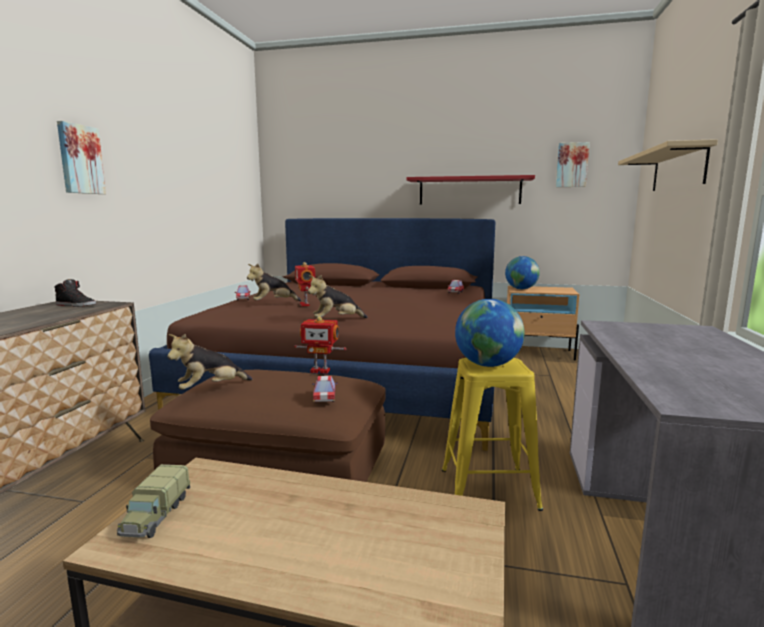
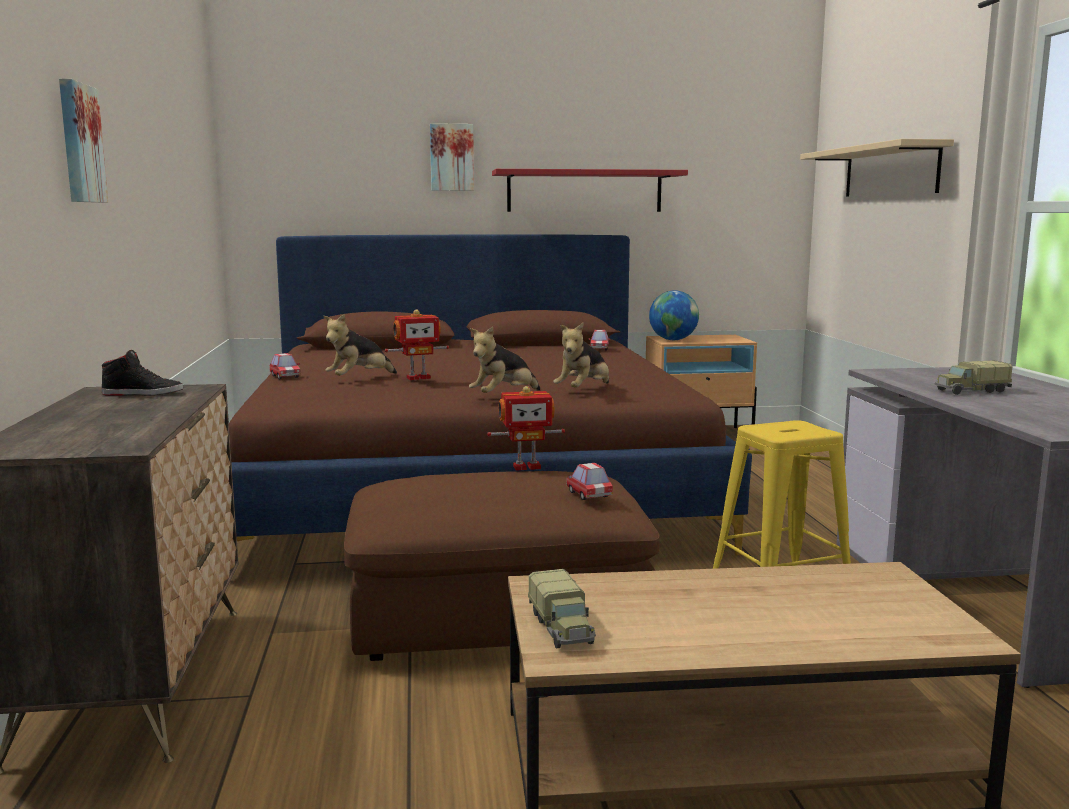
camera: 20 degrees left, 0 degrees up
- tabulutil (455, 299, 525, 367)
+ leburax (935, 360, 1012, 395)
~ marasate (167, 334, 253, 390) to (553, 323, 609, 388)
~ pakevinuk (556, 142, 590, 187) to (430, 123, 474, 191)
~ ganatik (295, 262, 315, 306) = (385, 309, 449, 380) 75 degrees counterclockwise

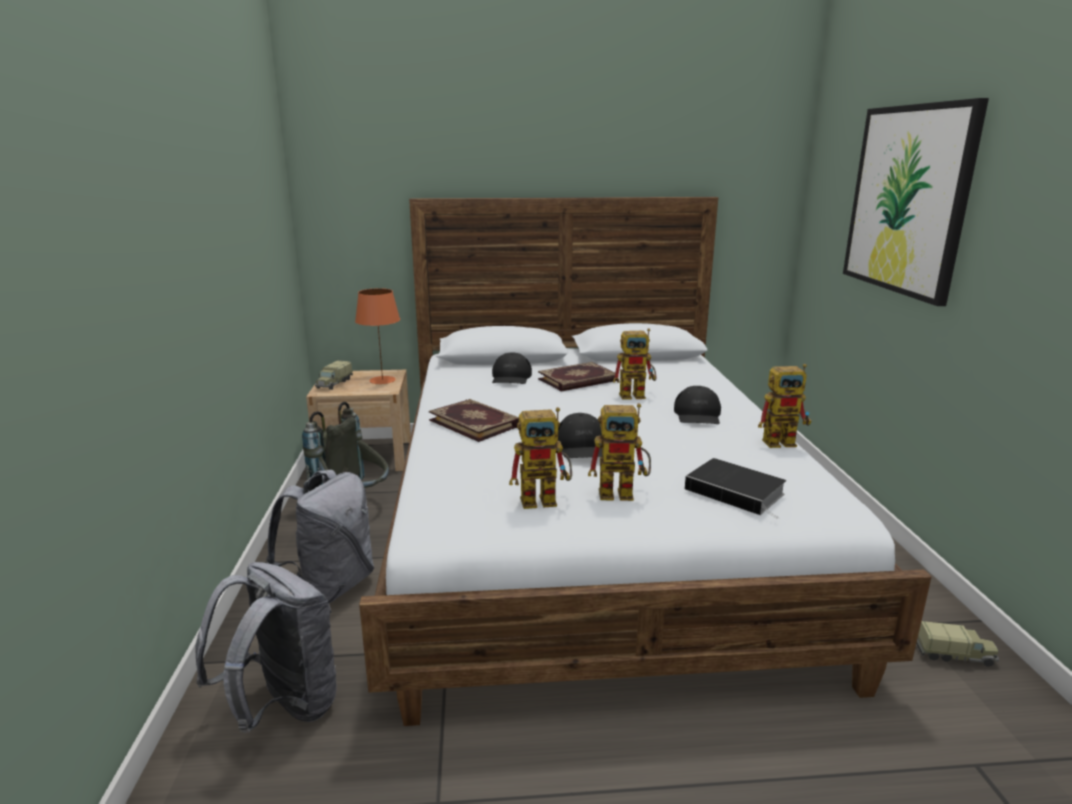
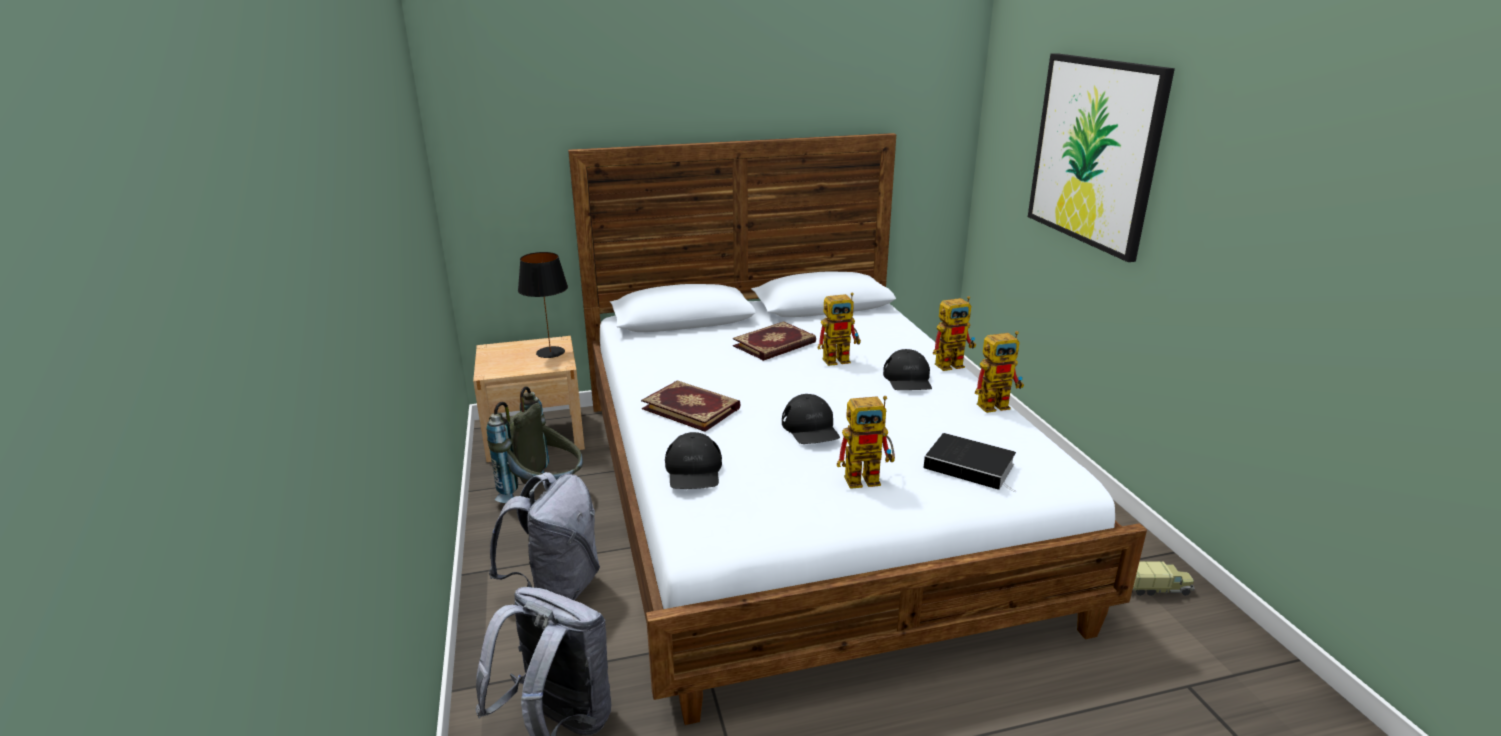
camera: 10 degrees left, 5 degrees up
- leburax (315, 360, 353, 390)
~ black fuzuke (492, 353, 532, 384) to (665, 432, 722, 489)
~ ganatik (509, 407, 572, 509) to (933, 296, 976, 371)
~ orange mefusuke (355, 288, 400, 384) to black mefusuke (518, 252, 568, 358)

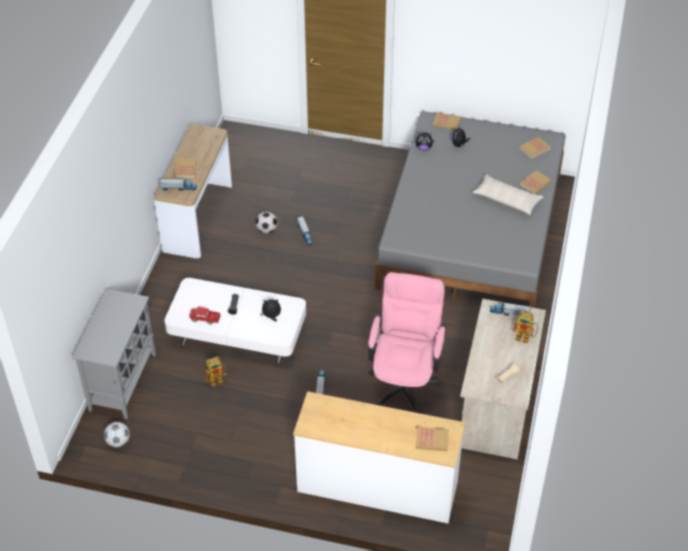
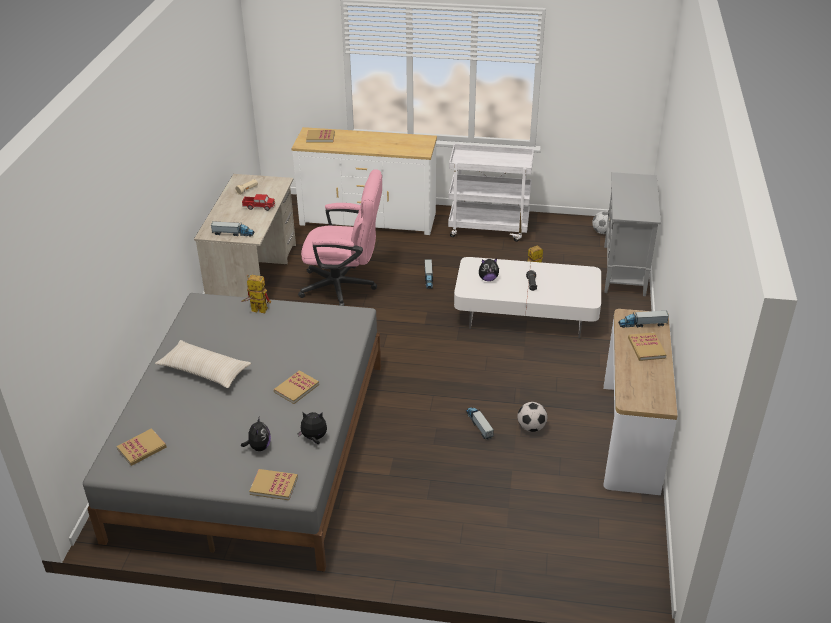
camera: 175 degrees right, 10 degrees down
+ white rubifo (448, 143, 534, 242)
~ leburax (189, 307, 221, 324) to (242, 194, 275, 211)
~ ganatik (512, 311, 538, 343) to (241, 275, 271, 313)
~ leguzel (520, 171, 551, 194) to (274, 370, 319, 404)
~ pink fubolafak (368, 272, 447, 414) = (298, 169, 382, 306) 90 degrees counterclockwise

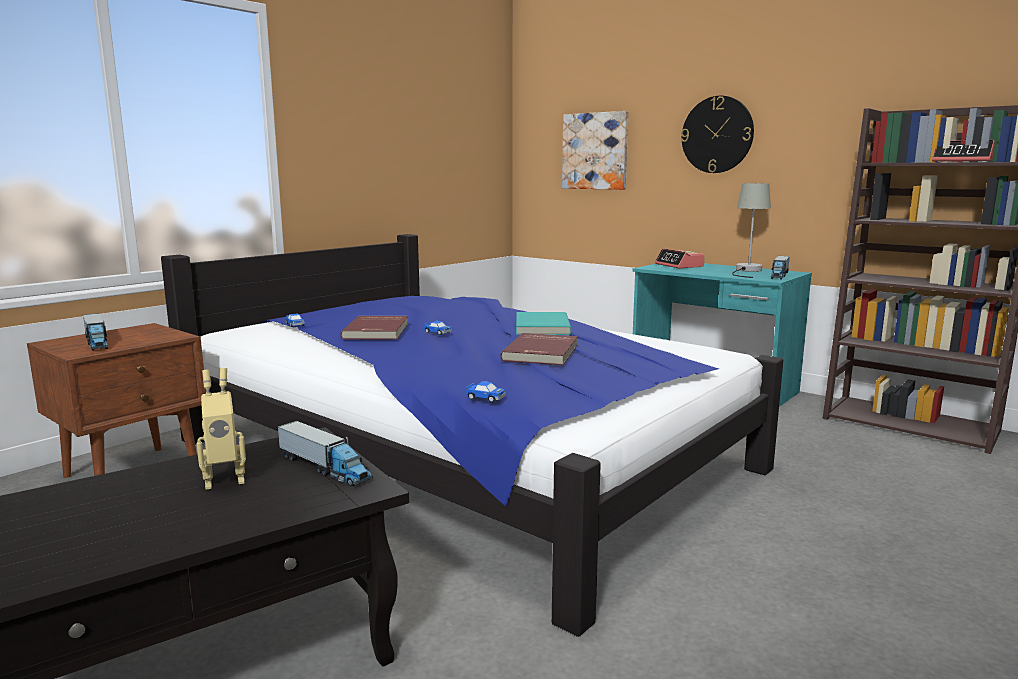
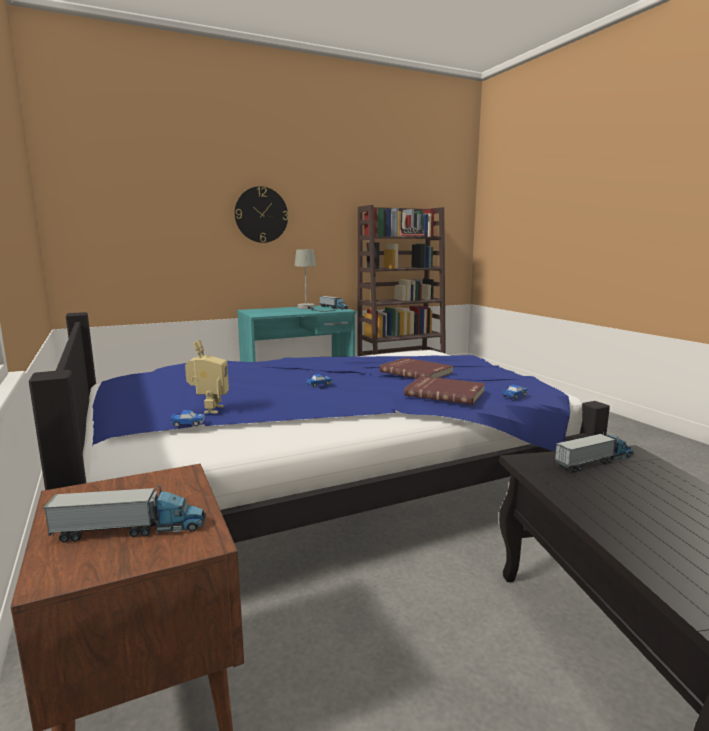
camera: 65 degrees left, 0 degrees up
- turquoise leguzel (516, 312, 572, 335)
- pakevinuk (562, 111, 629, 190)
- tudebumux (655, 248, 705, 269)
~ ganatik (197, 368, 246, 489) to (185, 340, 229, 414)
~ red leguzel (341, 316, 408, 340) to (404, 376, 485, 405)

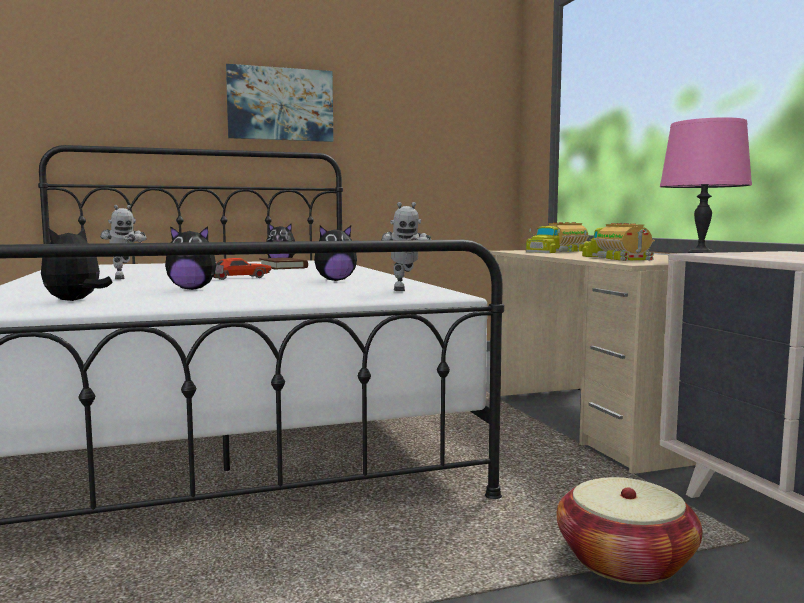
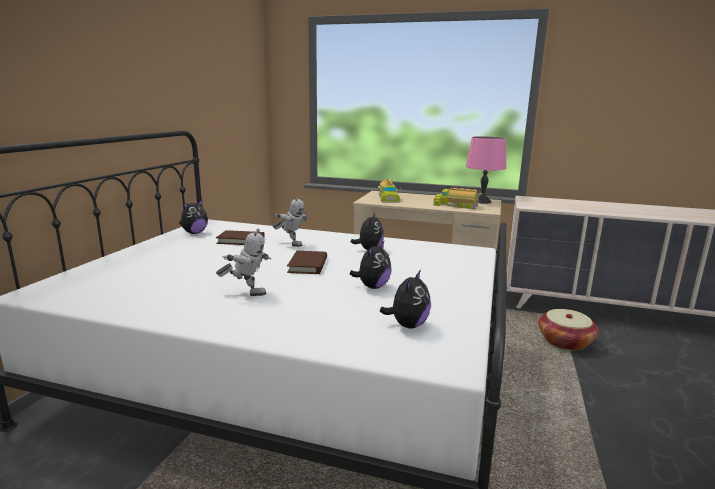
camera: 55 degrees left, 10 degrees up
- pakevinuk (226, 64, 333, 142)
~ ganatik (381, 202, 432, 291) to (273, 196, 308, 247)
~ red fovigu (213, 258, 271, 280) to brown leguzel (287, 251, 327, 274)
~ marasate (41, 228, 113, 301) = (380, 270, 431, 329) 120 degrees counterclockwise

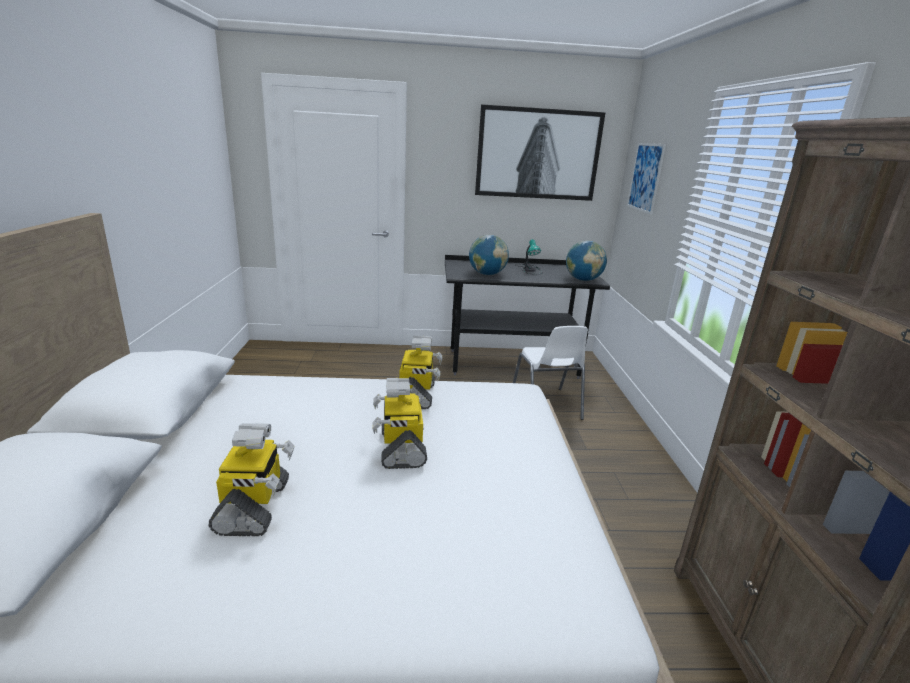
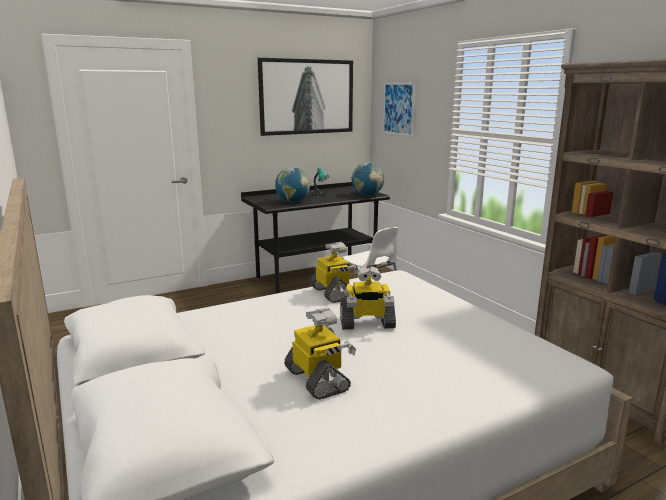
camera: 25 degrees left, 5 degrees down
~ ganatik (372, 378, 427, 469) = (340, 266, 396, 330) 60 degrees counterclockwise

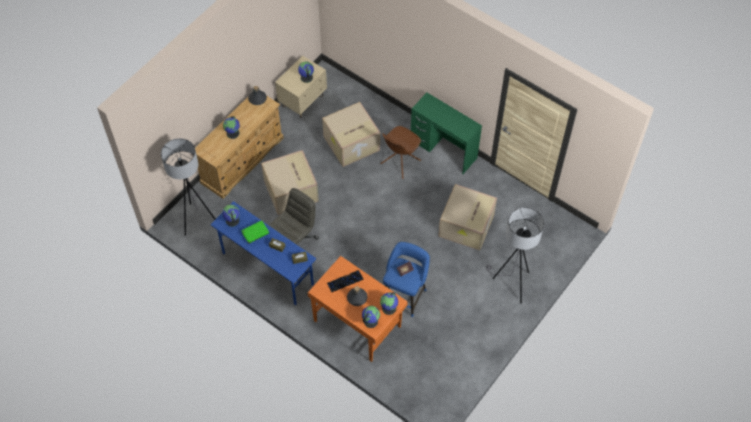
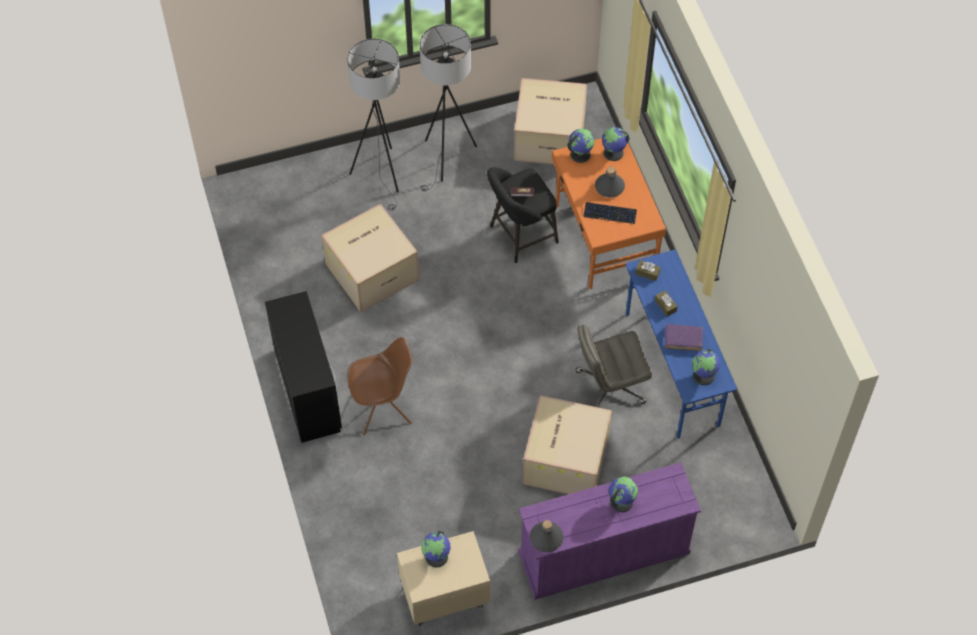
camera: 145 degrees left, 0 degrees up
~ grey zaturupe (161, 138, 215, 236) to (420, 24, 477, 191)
~ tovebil (322, 102, 380, 167) to (514, 78, 587, 164)
~ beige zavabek (195, 95, 284, 199) to purple zavabek (518, 462, 701, 600)
~ green leguzel (241, 221, 269, 243) to purple leguzel (665, 324, 703, 351)
~ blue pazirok (383, 242, 430, 317) to black pazirok (487, 167, 559, 263)
~ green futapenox (411, 93, 482, 174) to black futapenox (265, 291, 342, 443)

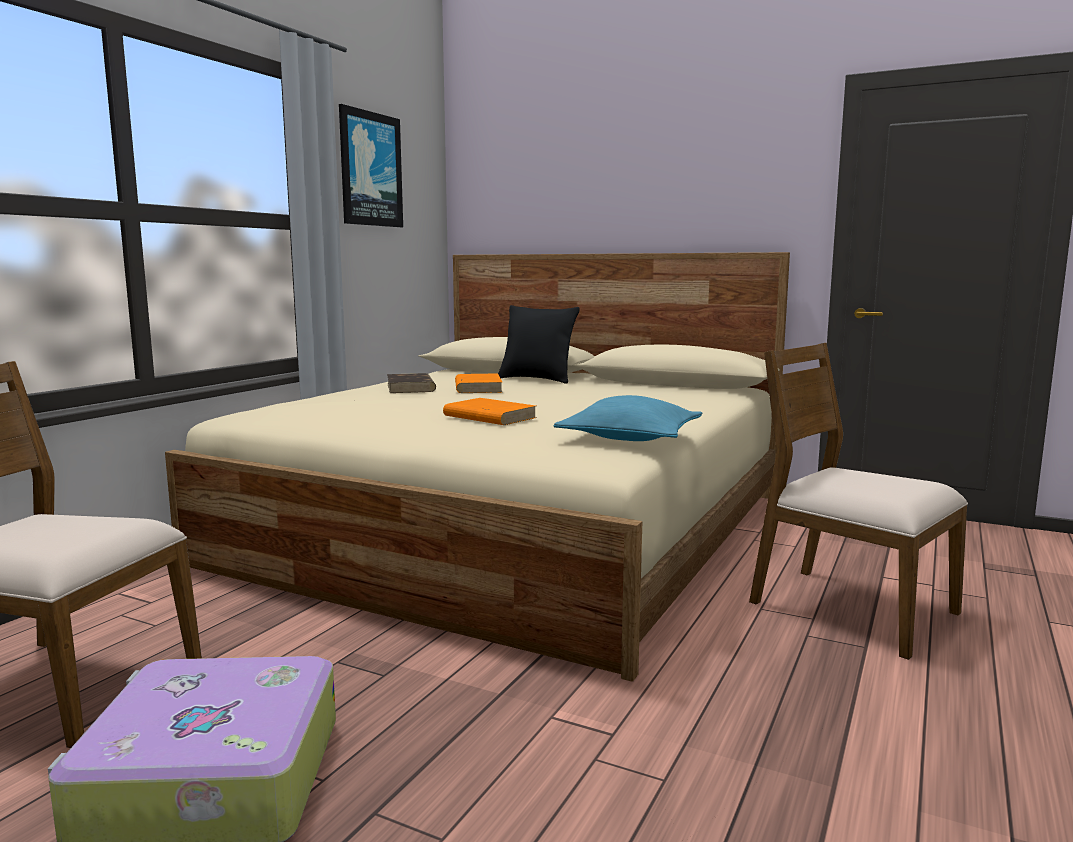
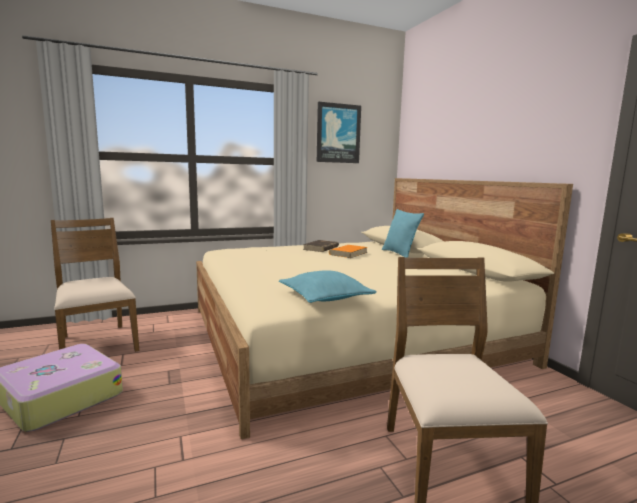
camera: 40 degrees right, 0 degrees up
- orange leguzel (443, 398, 537, 425)
~ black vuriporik (498, 305, 580, 384) to turquoise vuriporik (382, 209, 424, 258)

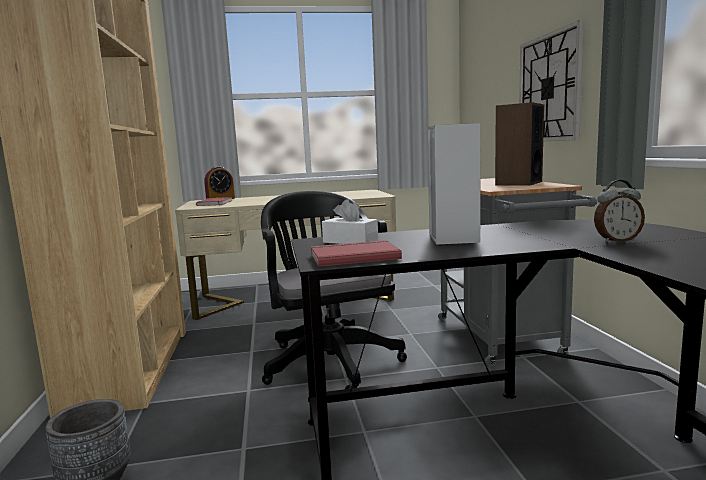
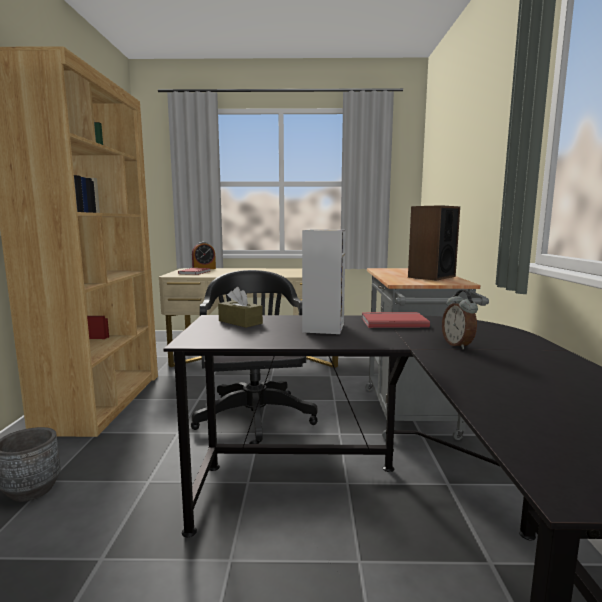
camera: 10 degrees right, 0 degrees up
- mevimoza (519, 20, 584, 141)
~ red leguzel (311, 240, 402, 267) to (362, 312, 430, 328)
~ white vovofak (322, 199, 378, 244) to brown vovofak (218, 287, 263, 328)
~ tudebumux (594, 180, 645, 243) = (442, 290, 478, 349) 75 degrees clockwise

